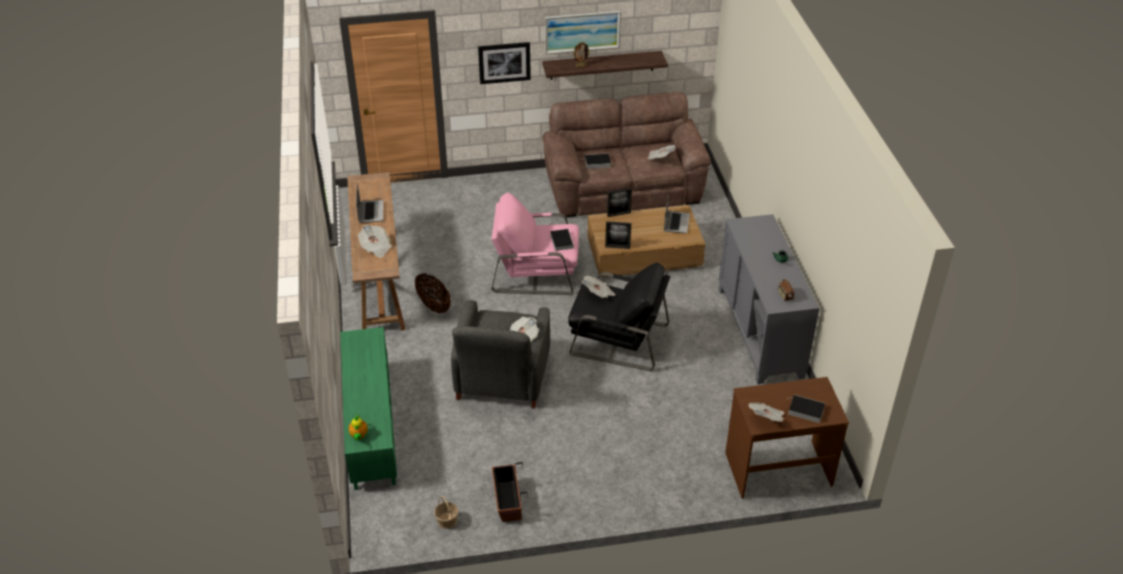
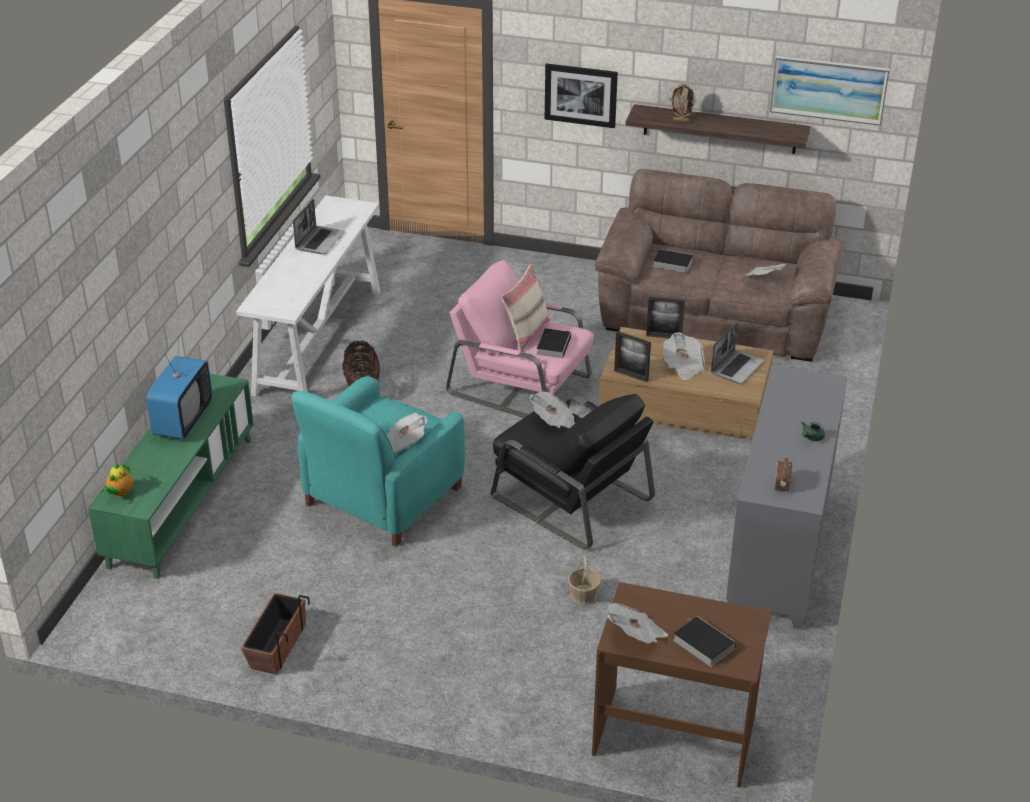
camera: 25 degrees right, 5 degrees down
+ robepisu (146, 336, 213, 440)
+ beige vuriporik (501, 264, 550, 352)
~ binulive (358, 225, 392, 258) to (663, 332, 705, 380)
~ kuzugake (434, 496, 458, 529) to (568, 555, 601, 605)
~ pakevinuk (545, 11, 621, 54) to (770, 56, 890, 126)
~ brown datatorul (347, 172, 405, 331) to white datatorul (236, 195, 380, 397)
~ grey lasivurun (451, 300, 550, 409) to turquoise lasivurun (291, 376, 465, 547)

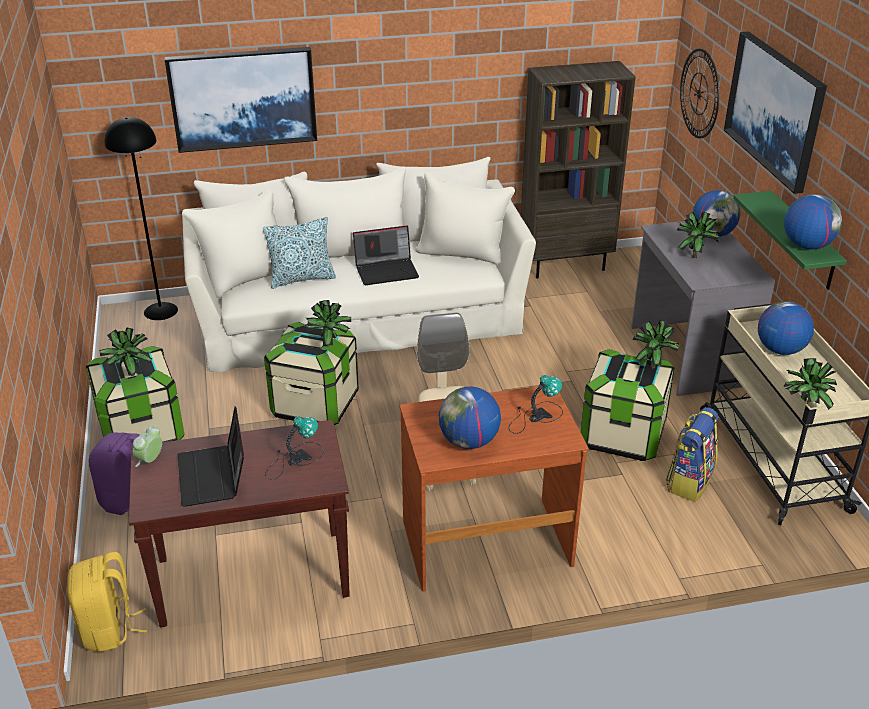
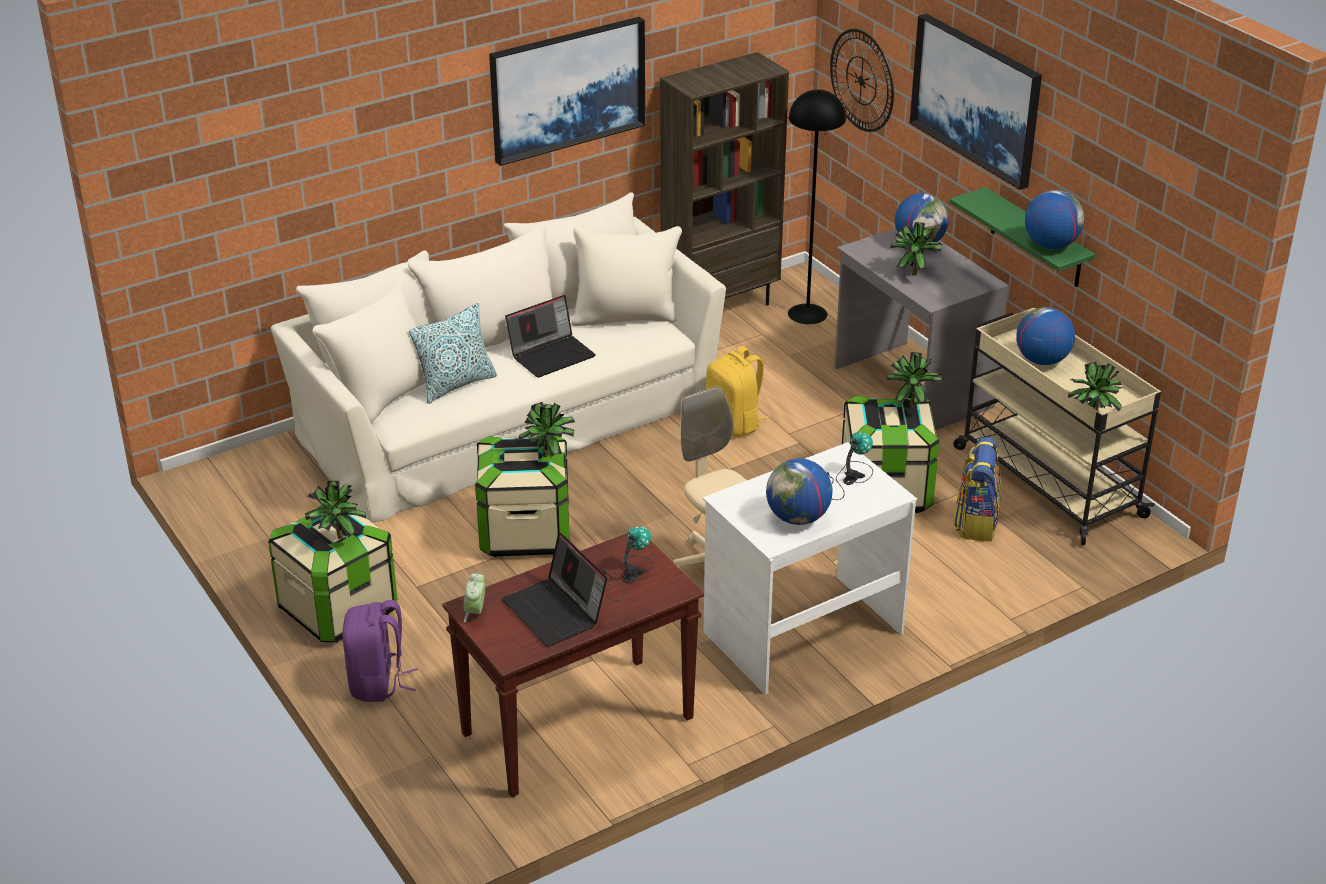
camera: 20 degrees left, 0 degrees up
~ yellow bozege (67, 552, 147, 652) to (706, 346, 769, 437)
~ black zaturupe (105, 117, 178, 320) to (788, 89, 846, 324)
~ pakevinuk (165, 47, 317, 153) to (489, 17, 645, 166)
~ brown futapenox (399, 386, 589, 592) to white futapenox (703, 442, 917, 695)

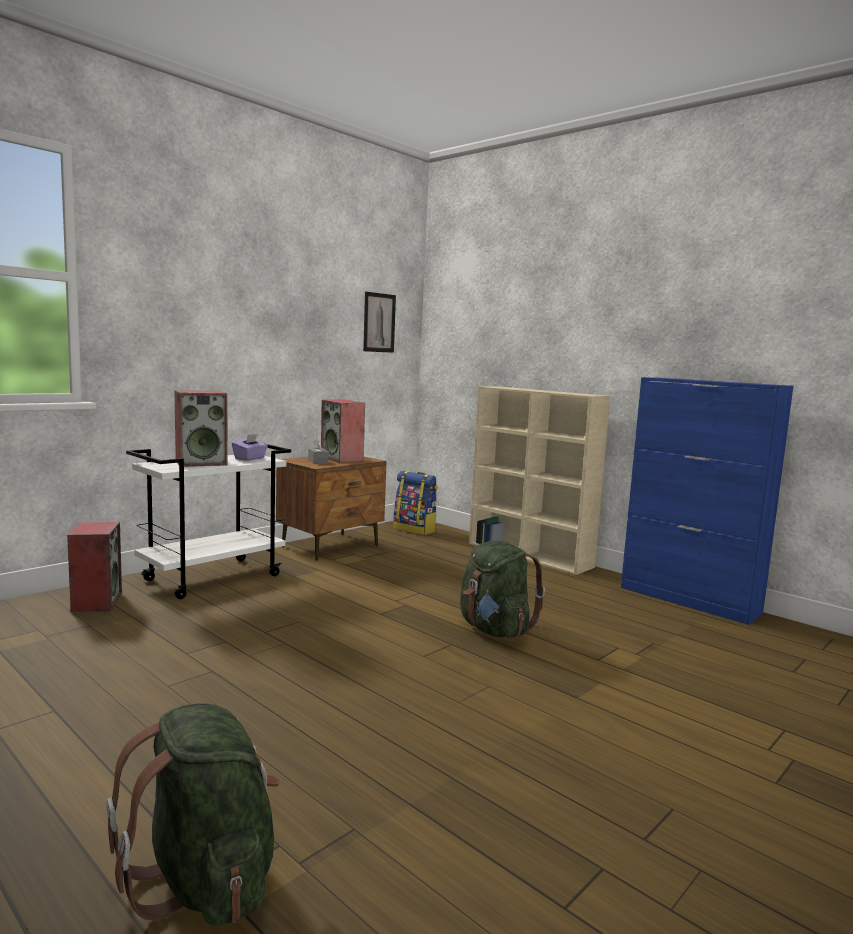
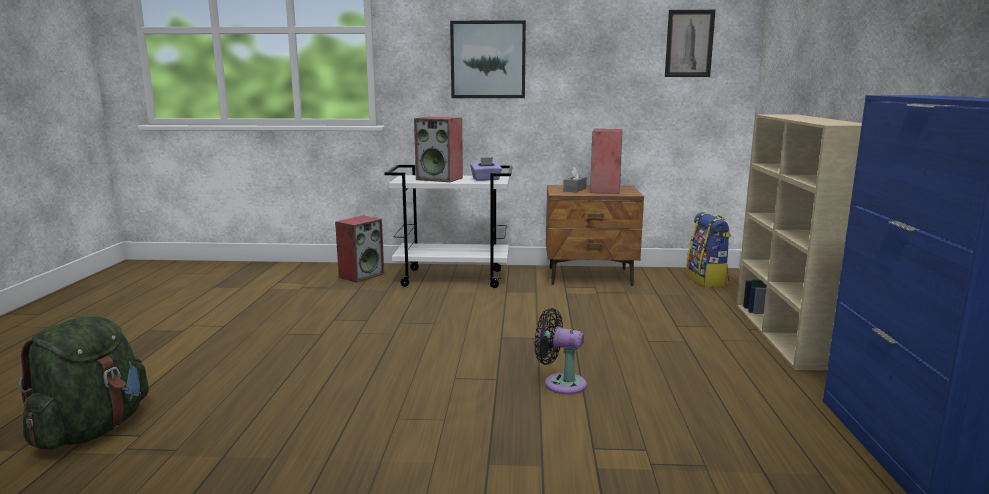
camera: 50 degrees right, 5 degrees up
+ pakevinuk (450, 20, 526, 98)
~ green bozege (460, 541, 545, 638) to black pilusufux (534, 308, 587, 395)

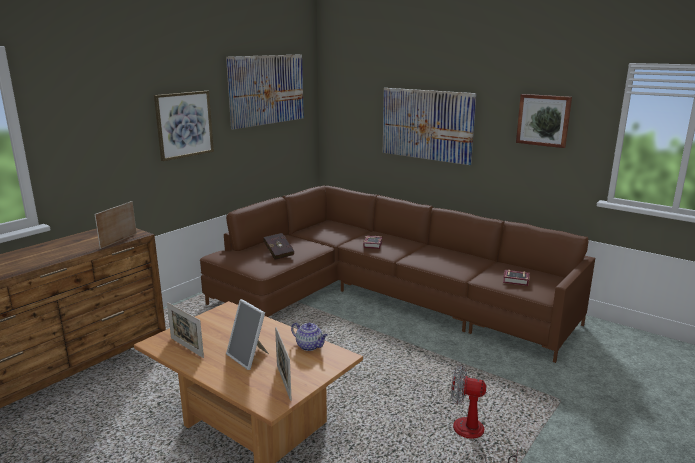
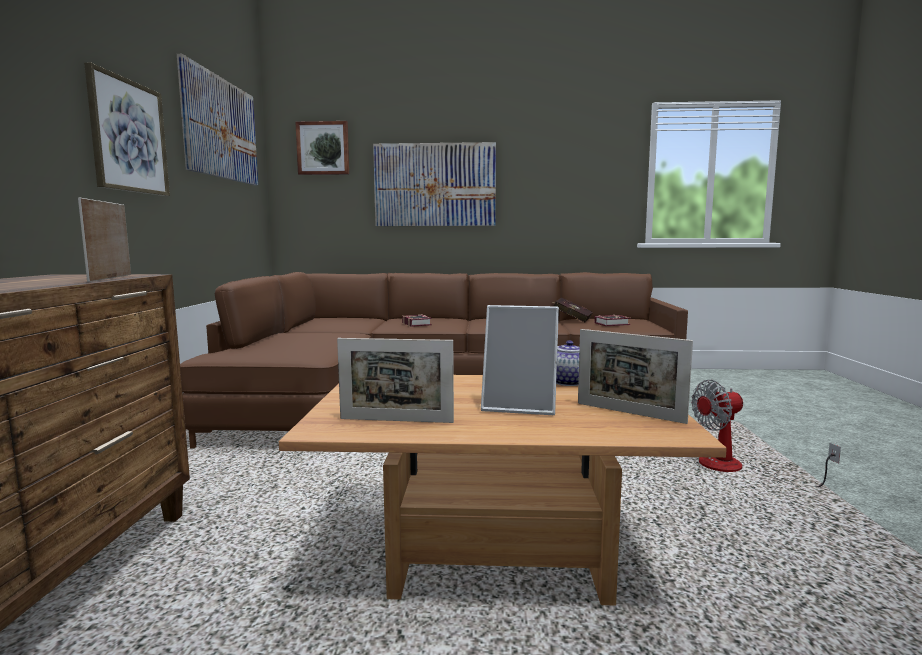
camera: 35 degrees left, 10 degrees down
~ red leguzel (263, 233, 294, 260) to (552, 298, 593, 322)
~ pakevinuk (516, 94, 572, 148) to (295, 121, 349, 175)

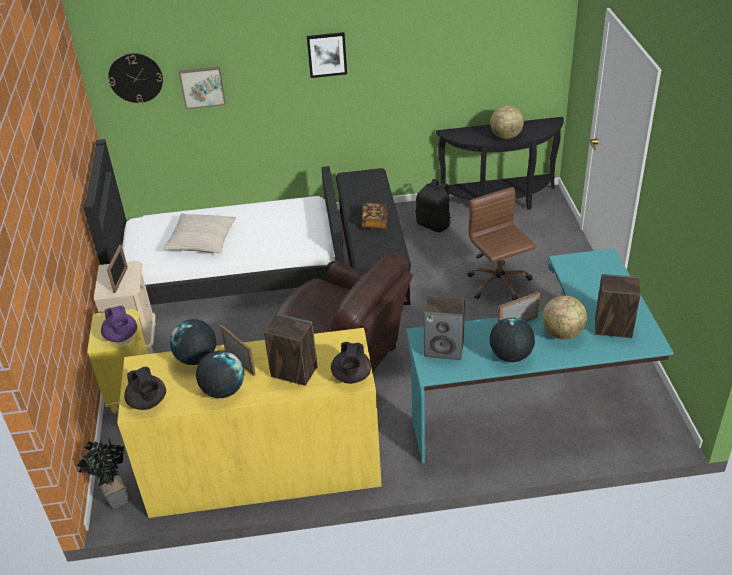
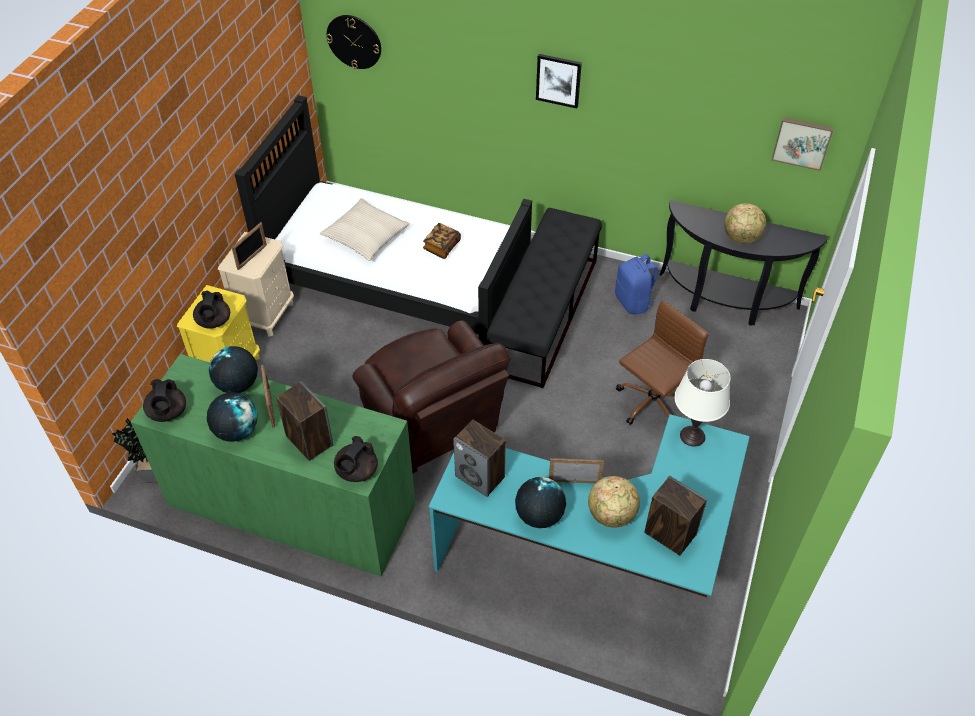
camera: 25 degrees right, 10 degrees up
+ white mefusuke (674, 359, 730, 447)
~ pakevinuk (179, 67, 226, 109) to (771, 117, 834, 171)
~ leguzel (362, 203, 387, 230) to (423, 223, 461, 259)
~ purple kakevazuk (101, 306, 137, 342) to black kakevazuk (193, 291, 230, 329)
~ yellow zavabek (117, 328, 381, 518) to green zavabek (131, 354, 416, 576)
~ black bozege (416, 179, 452, 232) to blue bozege (615, 254, 658, 314)
~ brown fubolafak (468, 187, 536, 301) = (616, 300, 709, 425) 45 degrees clockwise

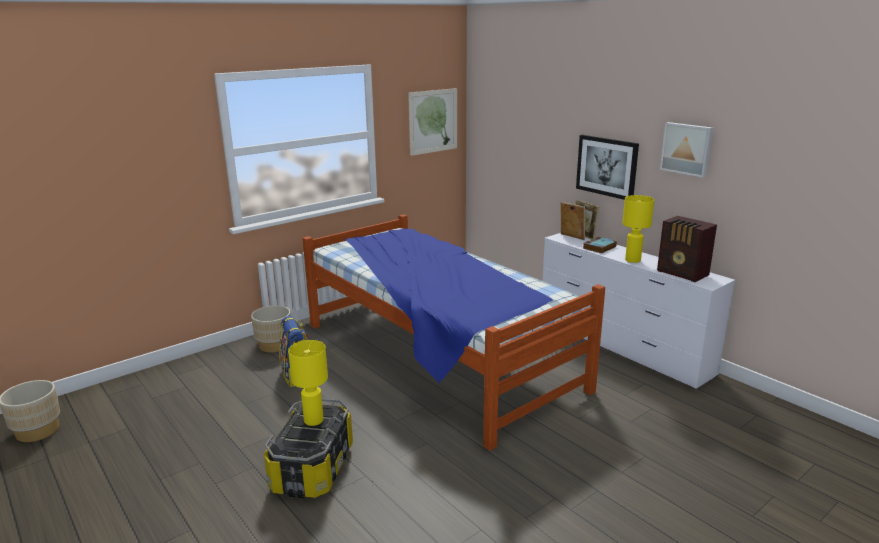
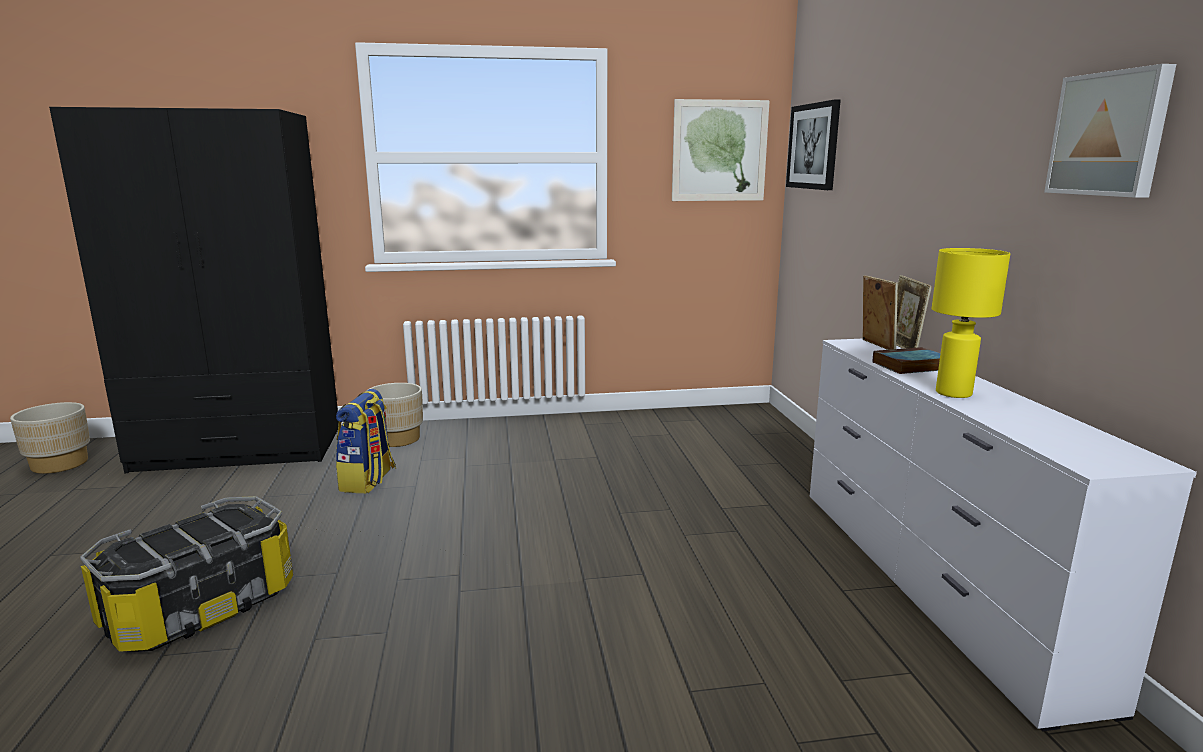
camera: 30 degrees right, 5 degrees down
- yellow mefusuke (288, 340, 328, 426)
- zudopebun (303, 214, 605, 451)
- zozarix (657, 216, 717, 282)
+ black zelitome (49, 107, 339, 473)
~ pakevinuk (576, 135, 639, 200) to (786, 99, 841, 190)

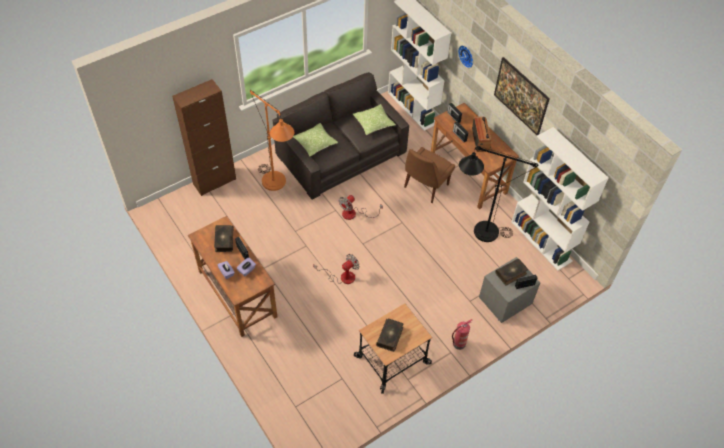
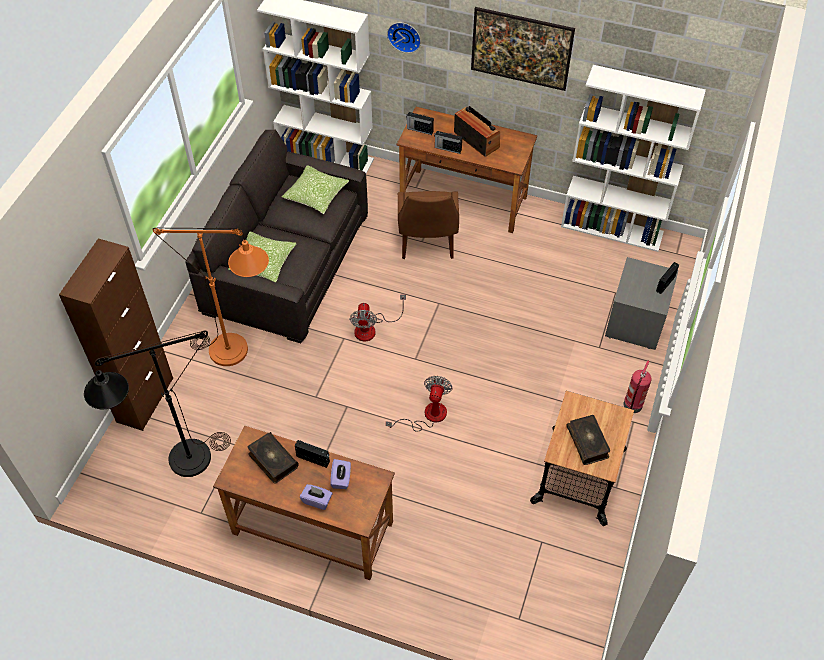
camera: 35 degrees left, 0 degrees up
- leguzel (495, 259, 528, 285)
~ black zaturupe (459, 146, 538, 242) to (84, 331, 231, 477)

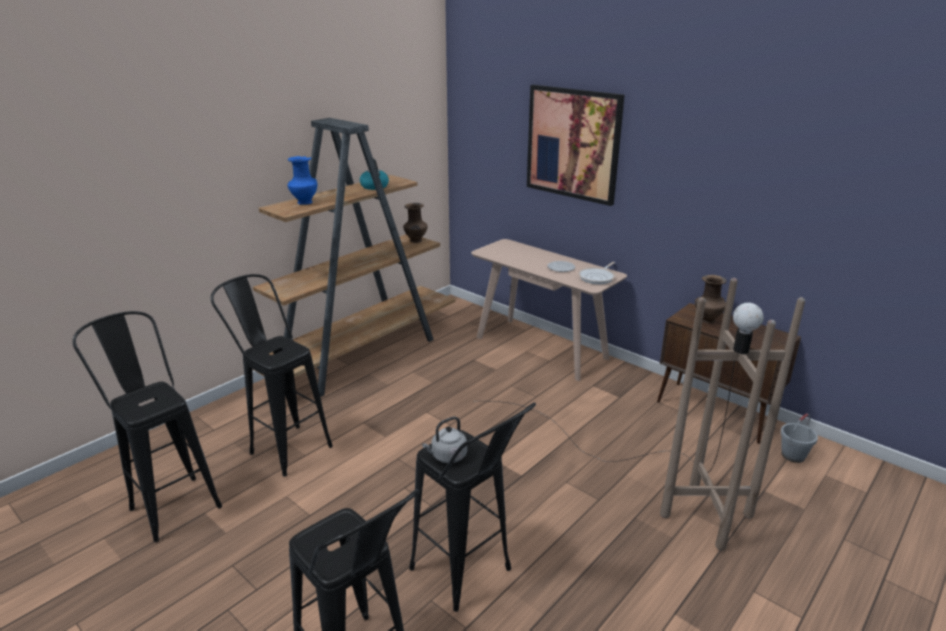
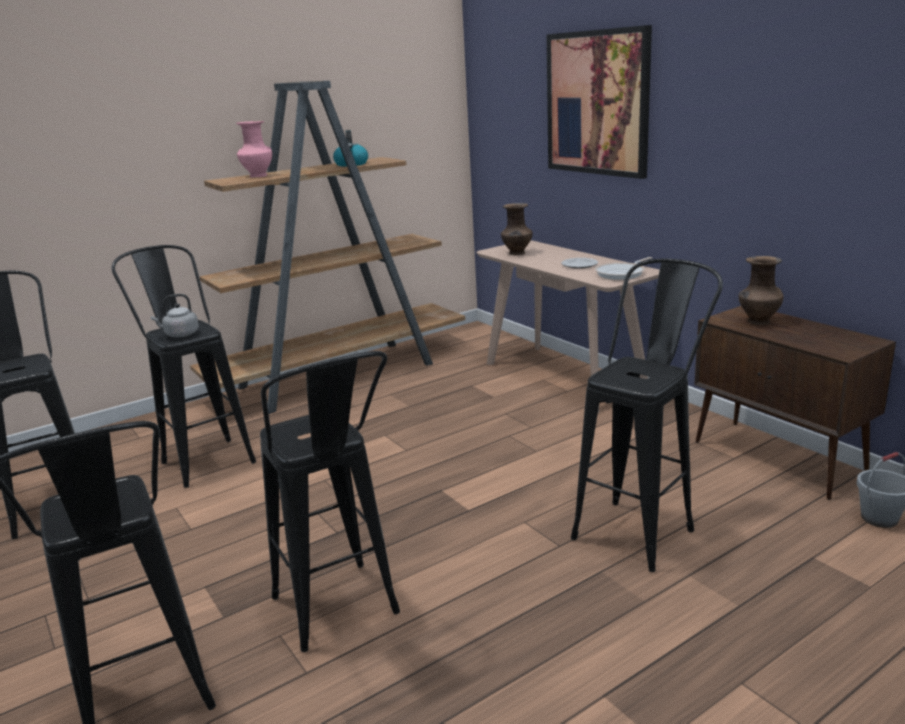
camera: 15 degrees right, 5 degrees down
~ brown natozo (403, 203, 428, 243) to (501, 203, 533, 255)
~ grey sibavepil (422, 416, 467, 463) to (151, 294, 199, 337)
~ brown zaturupe (491, 278, 805, 550) to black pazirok (571, 259, 723, 572)
~ blue natozo (288, 156, 317, 205) to pink natozo (236, 121, 272, 177)

